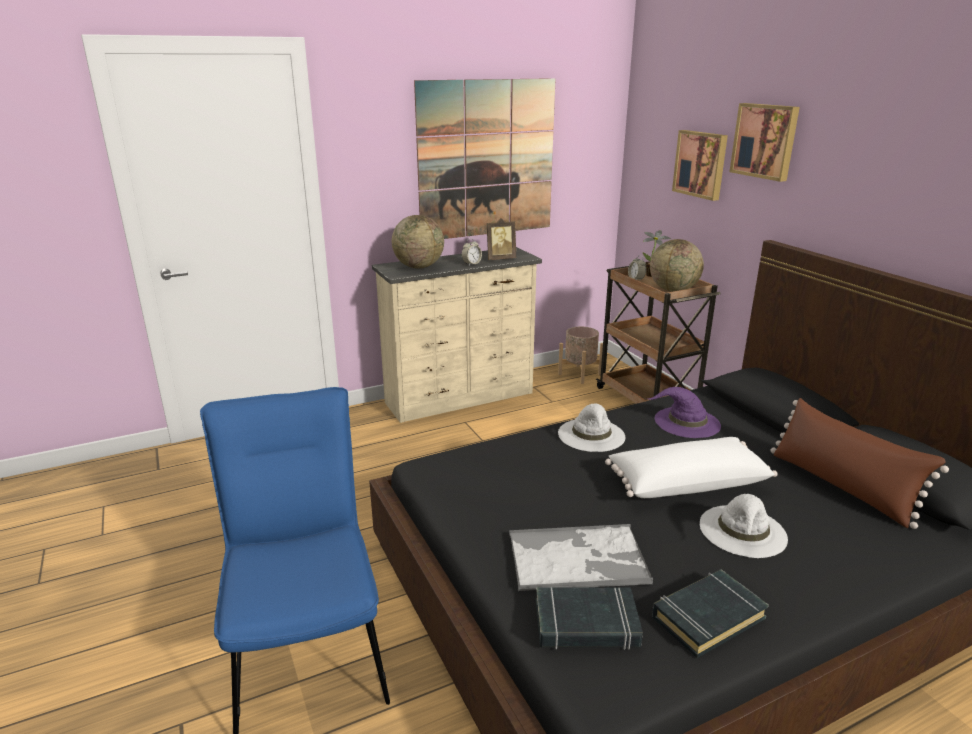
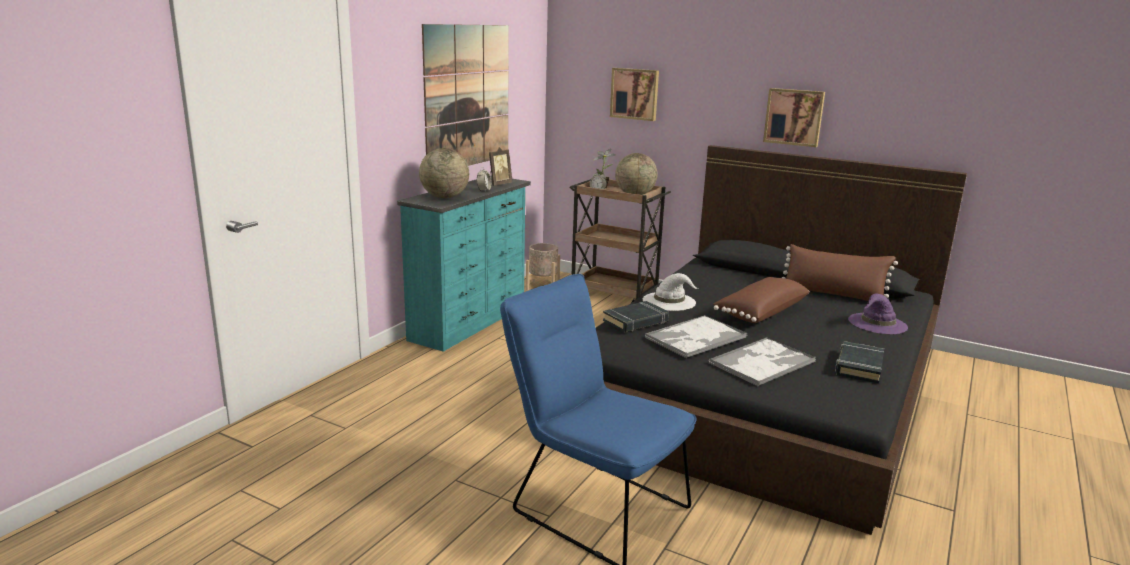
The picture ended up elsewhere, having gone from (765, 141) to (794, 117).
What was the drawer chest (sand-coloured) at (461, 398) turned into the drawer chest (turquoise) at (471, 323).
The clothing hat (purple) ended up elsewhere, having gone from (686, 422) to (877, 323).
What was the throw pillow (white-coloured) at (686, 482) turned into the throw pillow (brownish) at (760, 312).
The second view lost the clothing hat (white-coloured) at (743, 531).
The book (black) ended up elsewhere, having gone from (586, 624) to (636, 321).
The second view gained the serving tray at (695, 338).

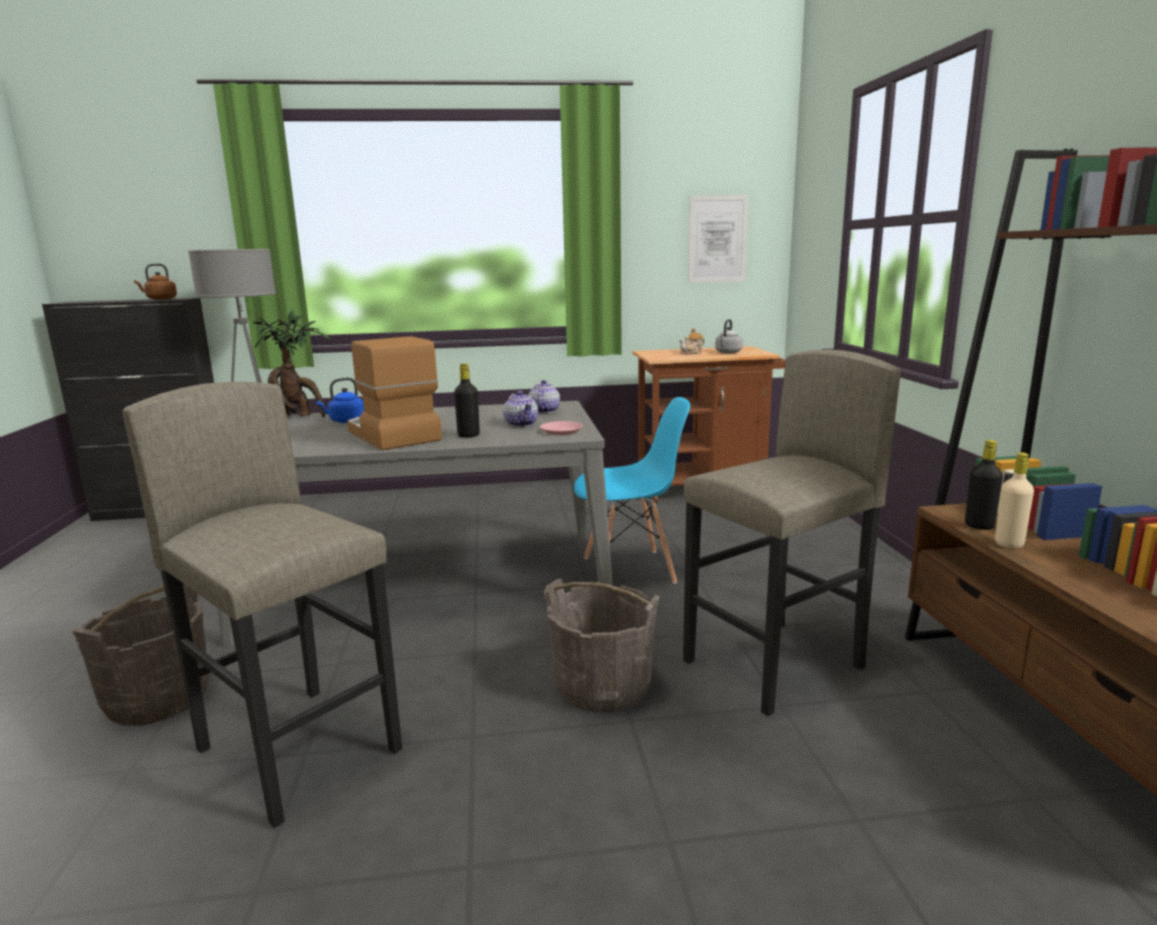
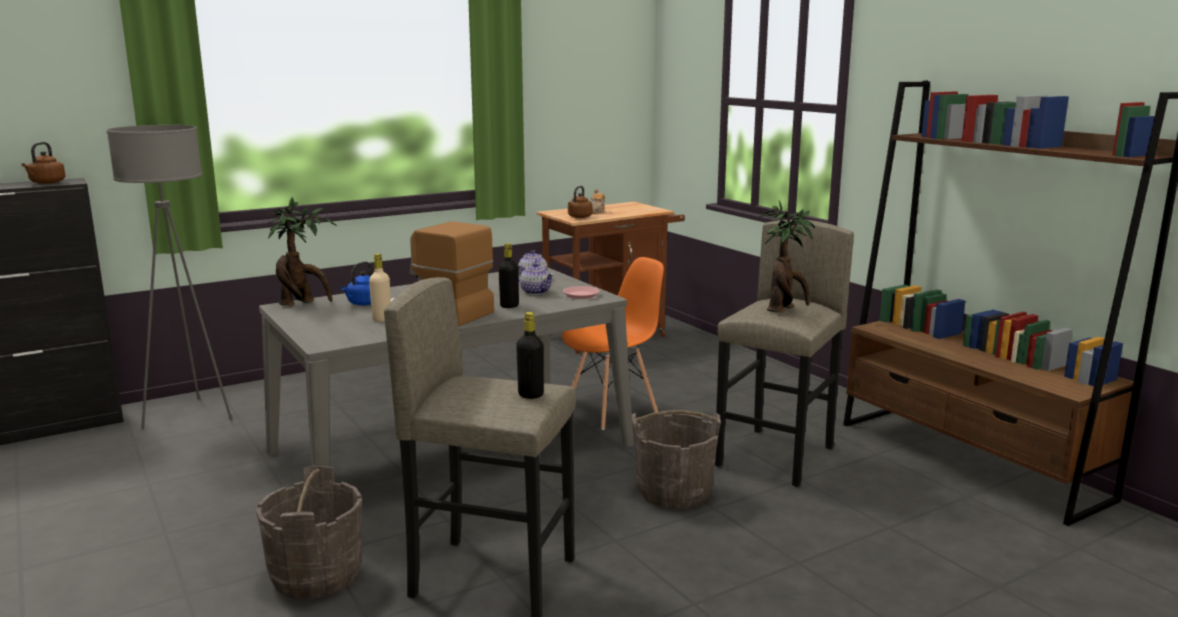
The second view lost the picture at (717, 239).
The second view lost the kettle (gray) at (727, 352).
What was the upright chair (bluish) at (630, 570) turned into the upright chair (orange) at (612, 411).
The beverage bottle (black) ended up elsewhere, having gone from (979, 526) to (531, 395).
The beverage bottle (sand-coloured) ended up elsewhere, having gone from (1009, 544) to (382, 319).
The second view gained the kettle (brownish) at (579, 217).
The second view gained the plant in a pot at (784, 309).

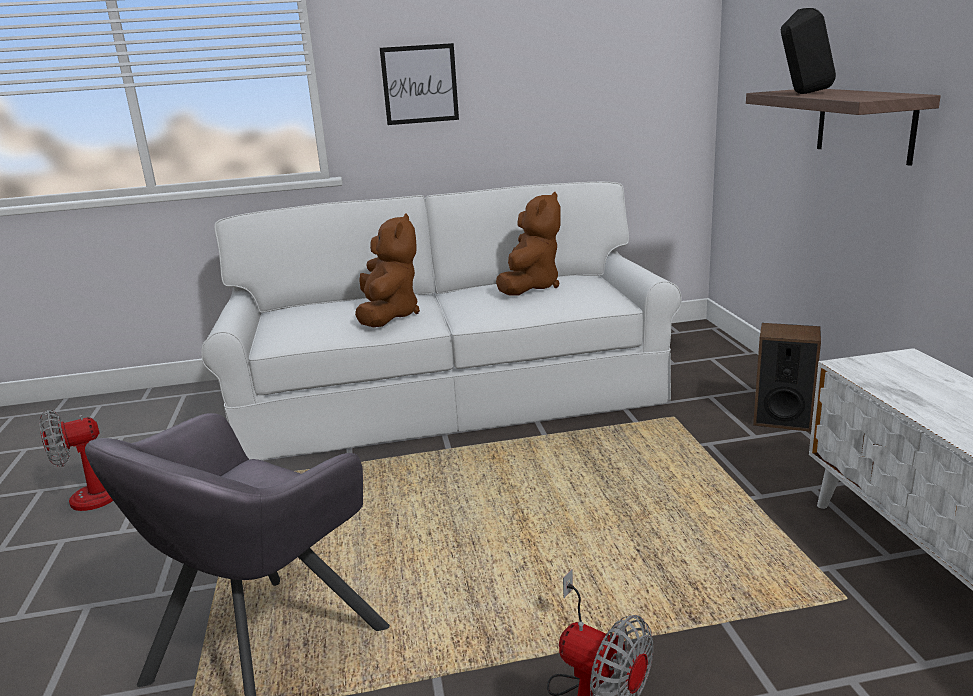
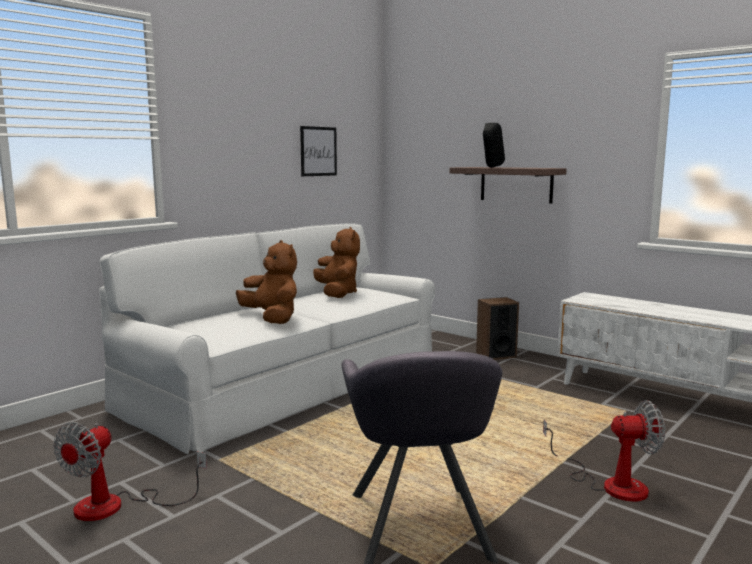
The picture ended up elsewhere, having gone from (420, 84) to (318, 151).

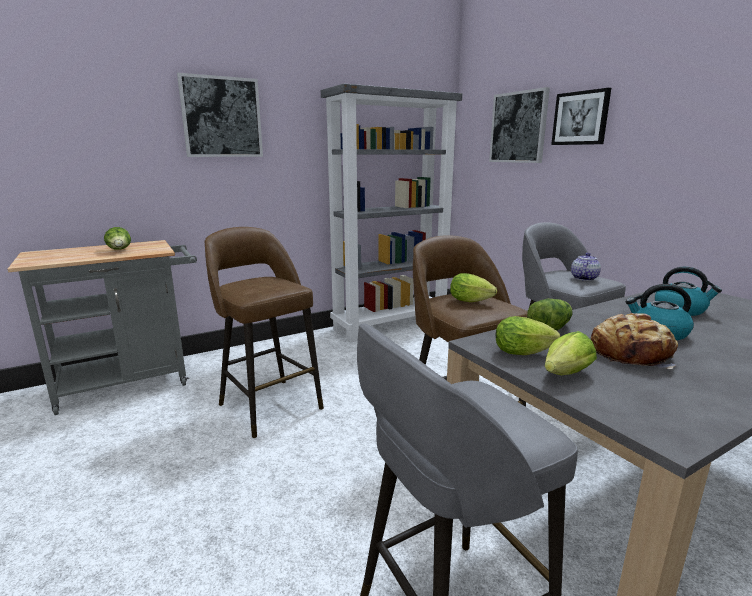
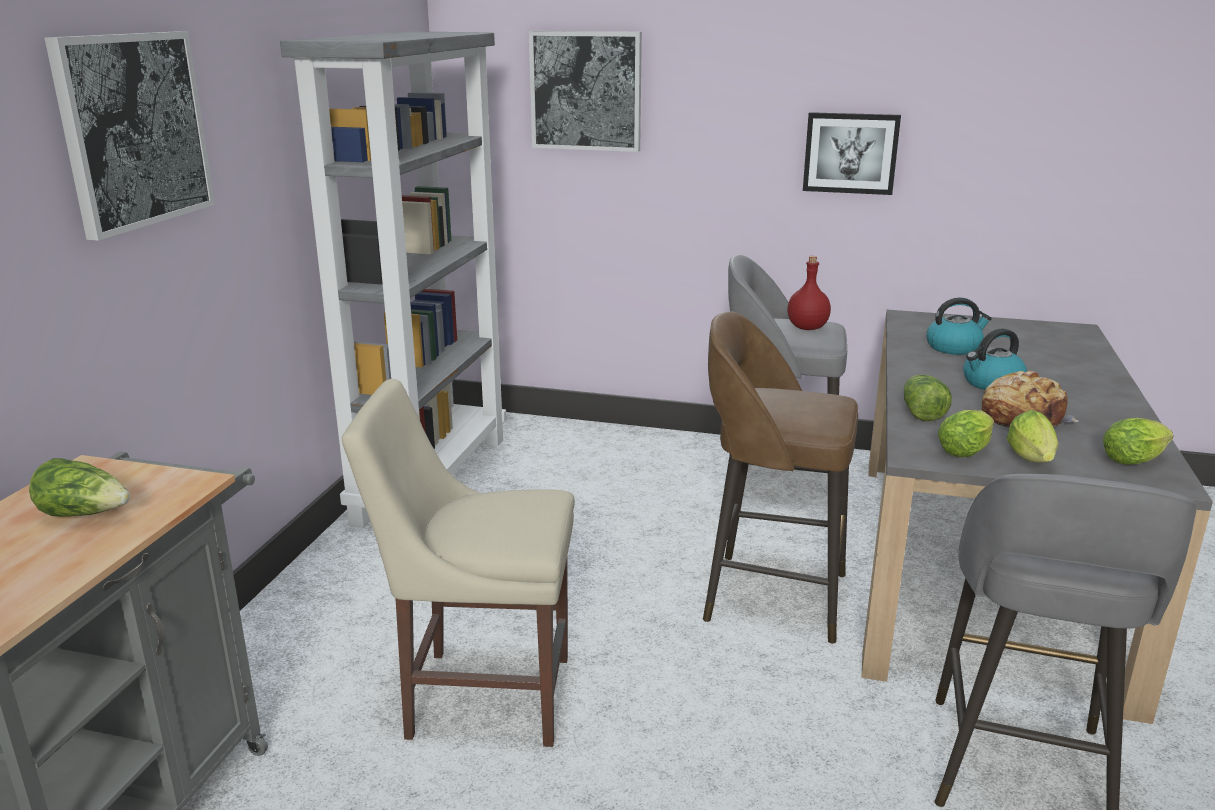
The picture ended up elsewhere, having gone from (580, 118) to (850, 153).
Where the stool (brownish) stood at (269, 405), the upright chair (sand-coloured) came to stand at (480, 695).
Where the tea pot stood at (583, 278), the beverage bottle (reddish) came to stand at (806, 328).
The head of lettuce ended up elsewhere, having gone from (472, 301) to (1135, 460).

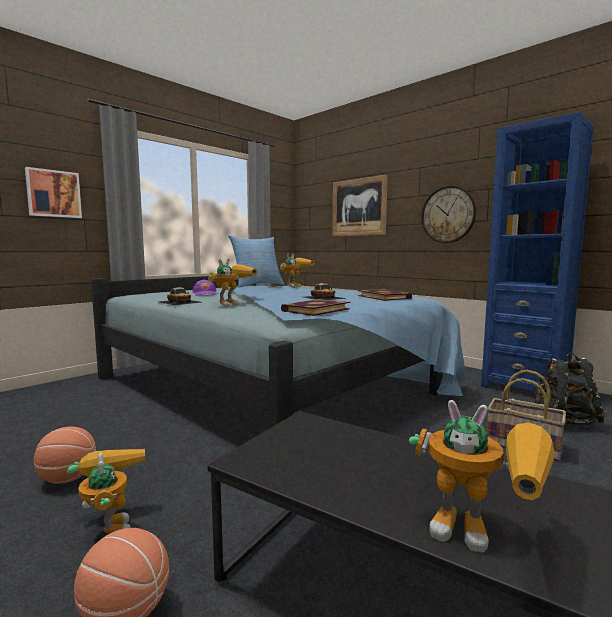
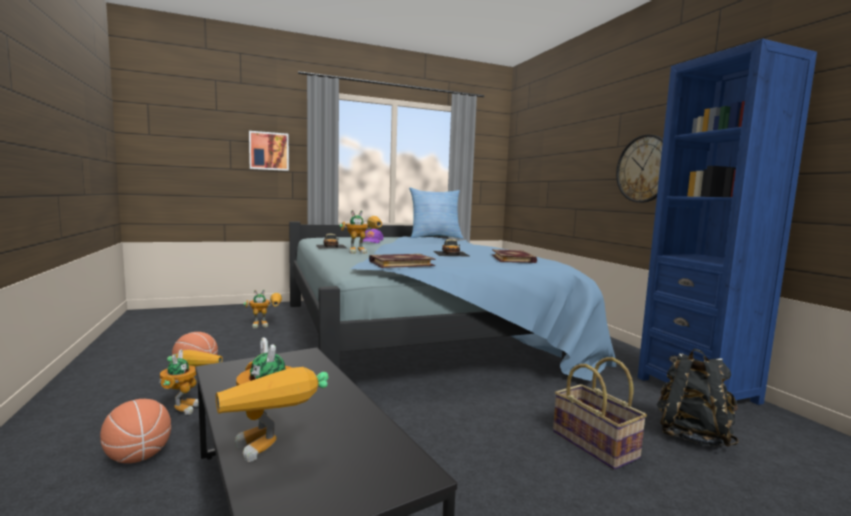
The second view lost the picture at (358, 207).
The toy robot ended up elsewhere, having gone from (295, 286) to (266, 325).

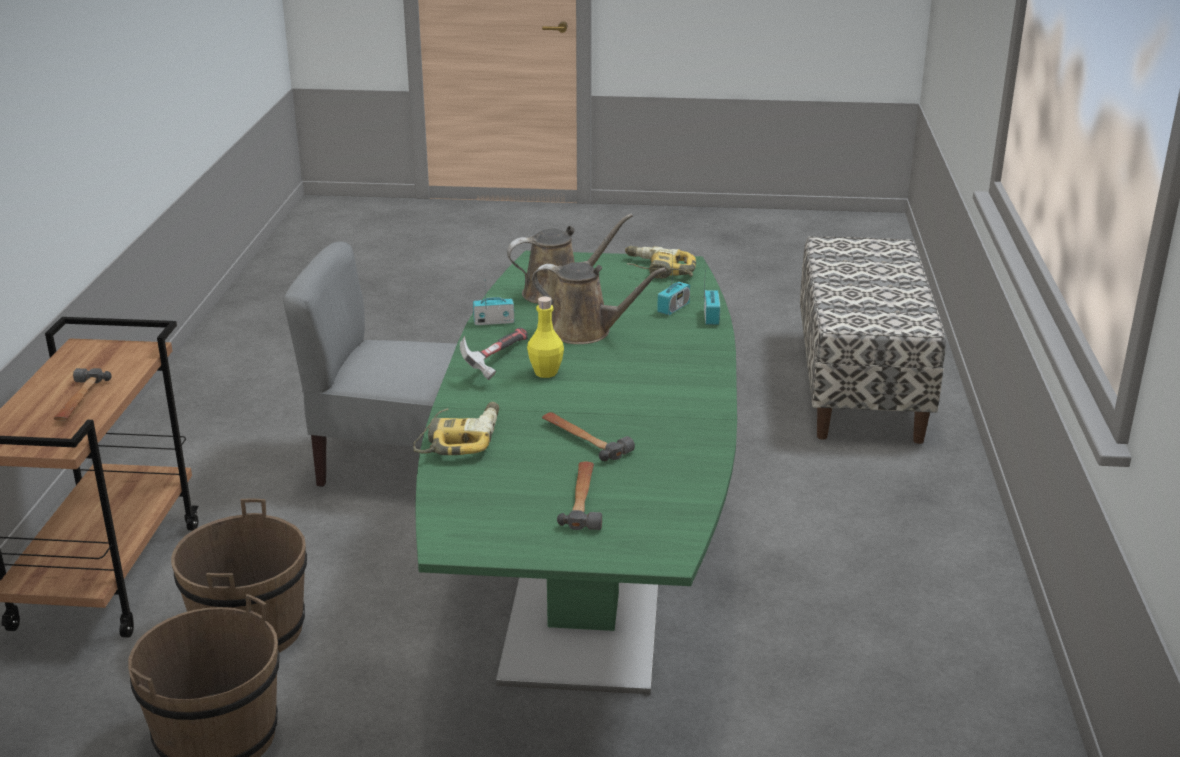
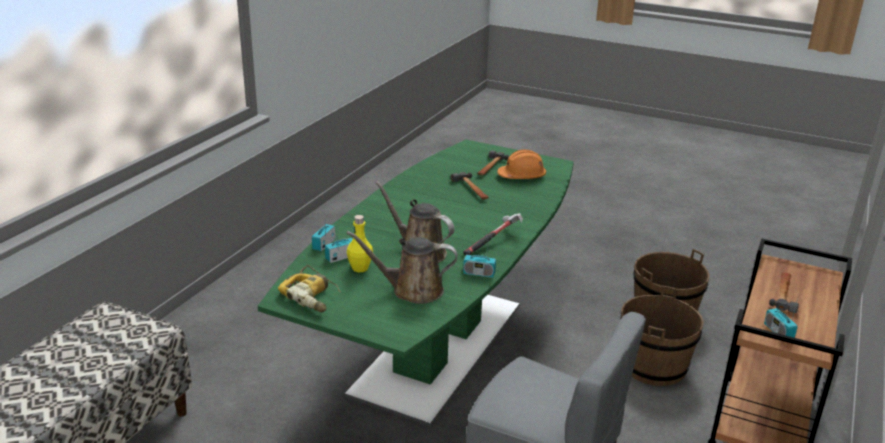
The beverage bottle (yellowish) ended up elsewhere, having gone from (545, 372) to (360, 268).
The second view lost the electric drill at (460, 438).
The second view gained the work helmet (orange) at (522, 176).
The second view gained the radio set at (778, 332).

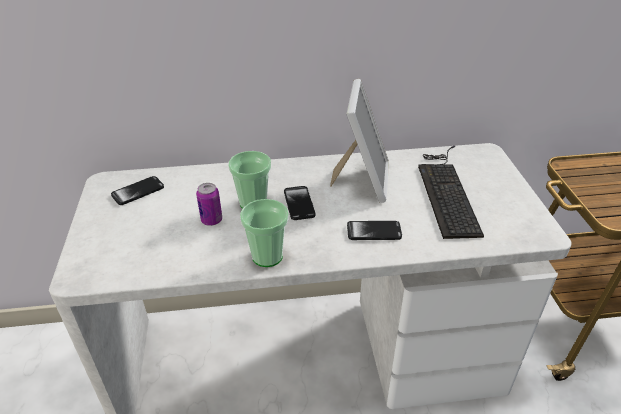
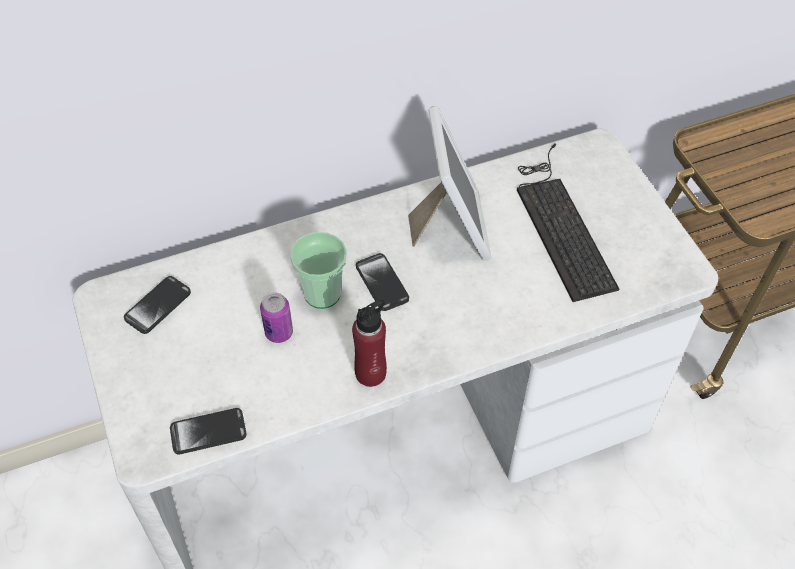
Where the small cup stood at (267, 256), the beverage bottle (reddish) came to stand at (371, 373).
The phone ended up elsewhere, having gone from (374, 231) to (208, 432).

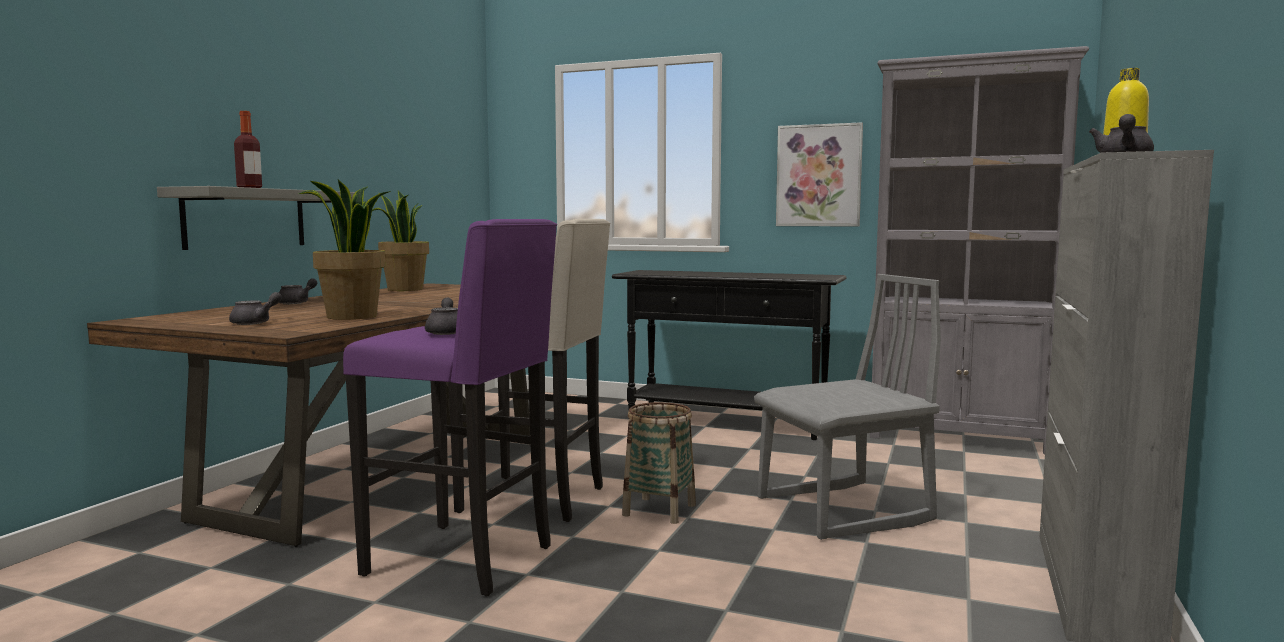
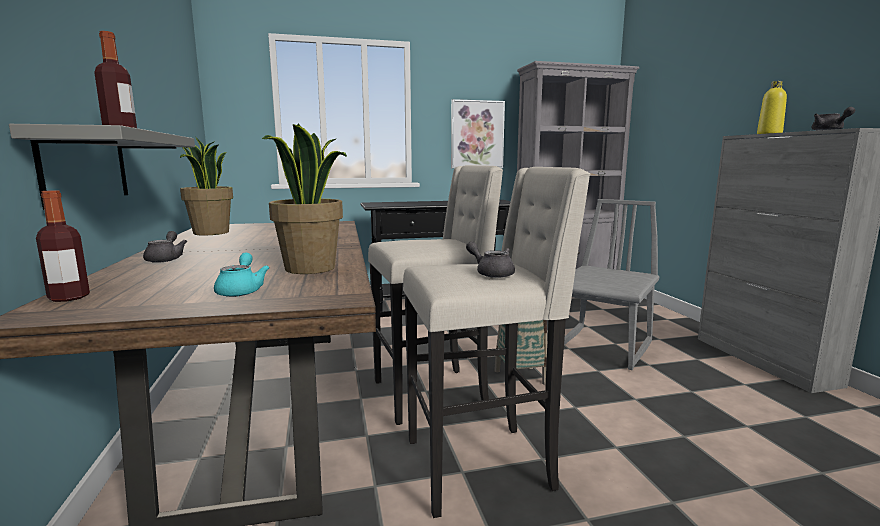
What was the stool (purple) at (464, 560) turned into the stool (sand-coloured) at (482, 465).
What was the tea pot (gray) at (256, 322) turned into the tea pot (turquoise) at (241, 291).
The second view gained the beverage bottle at (69, 297).

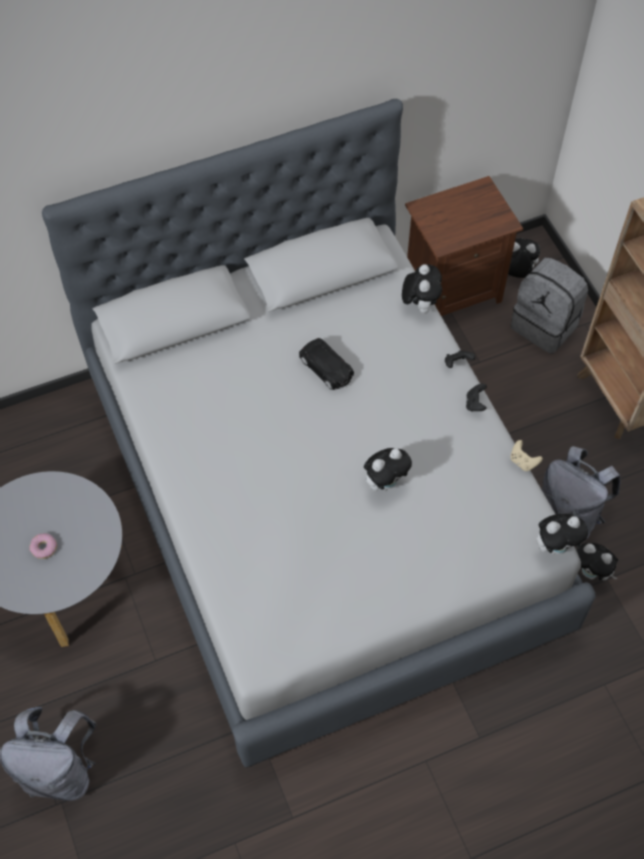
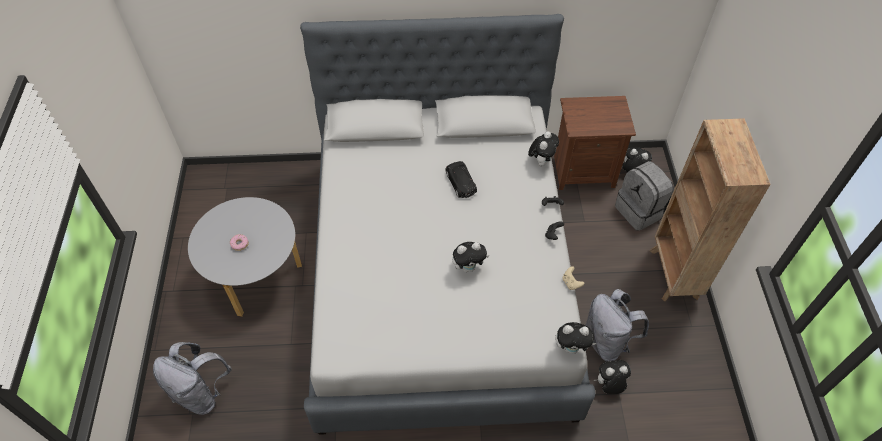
The soft toy at (591, 572) ended up facing another way, 120 degrees clockwise from before.

